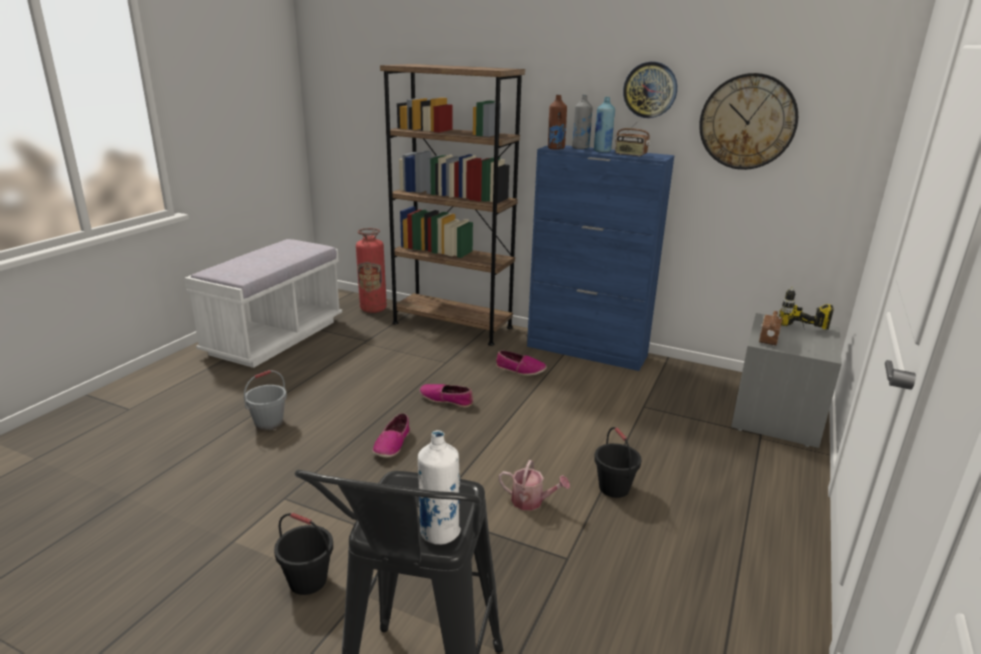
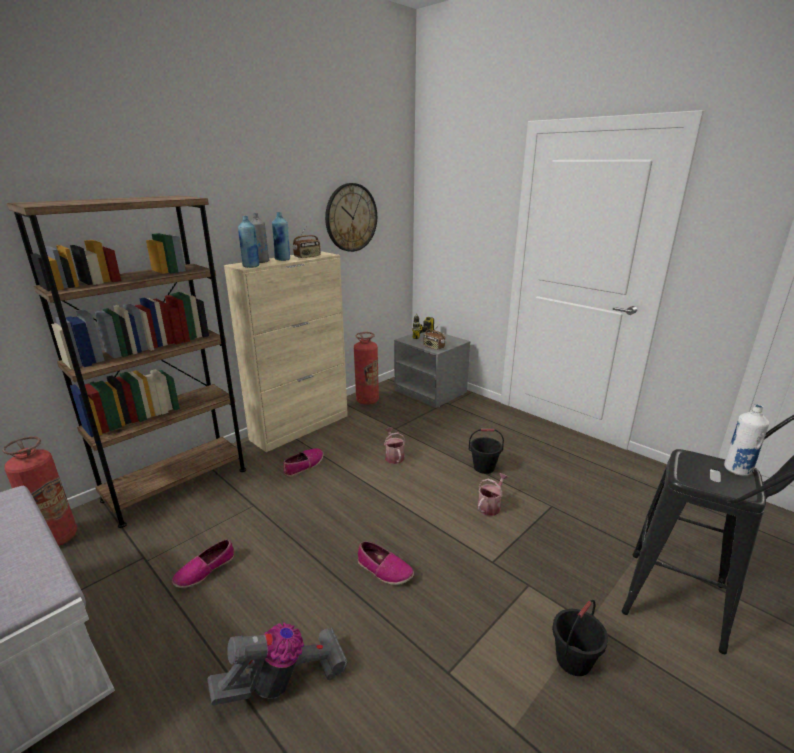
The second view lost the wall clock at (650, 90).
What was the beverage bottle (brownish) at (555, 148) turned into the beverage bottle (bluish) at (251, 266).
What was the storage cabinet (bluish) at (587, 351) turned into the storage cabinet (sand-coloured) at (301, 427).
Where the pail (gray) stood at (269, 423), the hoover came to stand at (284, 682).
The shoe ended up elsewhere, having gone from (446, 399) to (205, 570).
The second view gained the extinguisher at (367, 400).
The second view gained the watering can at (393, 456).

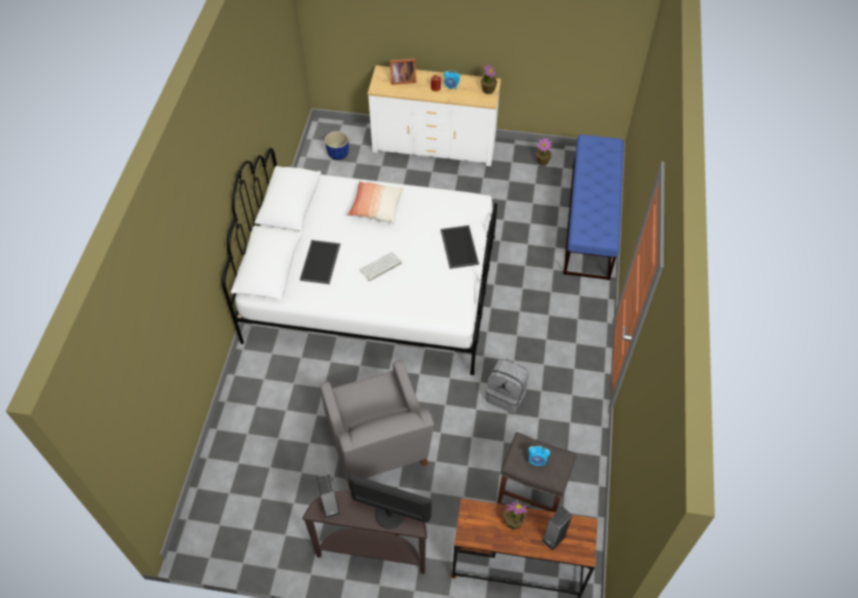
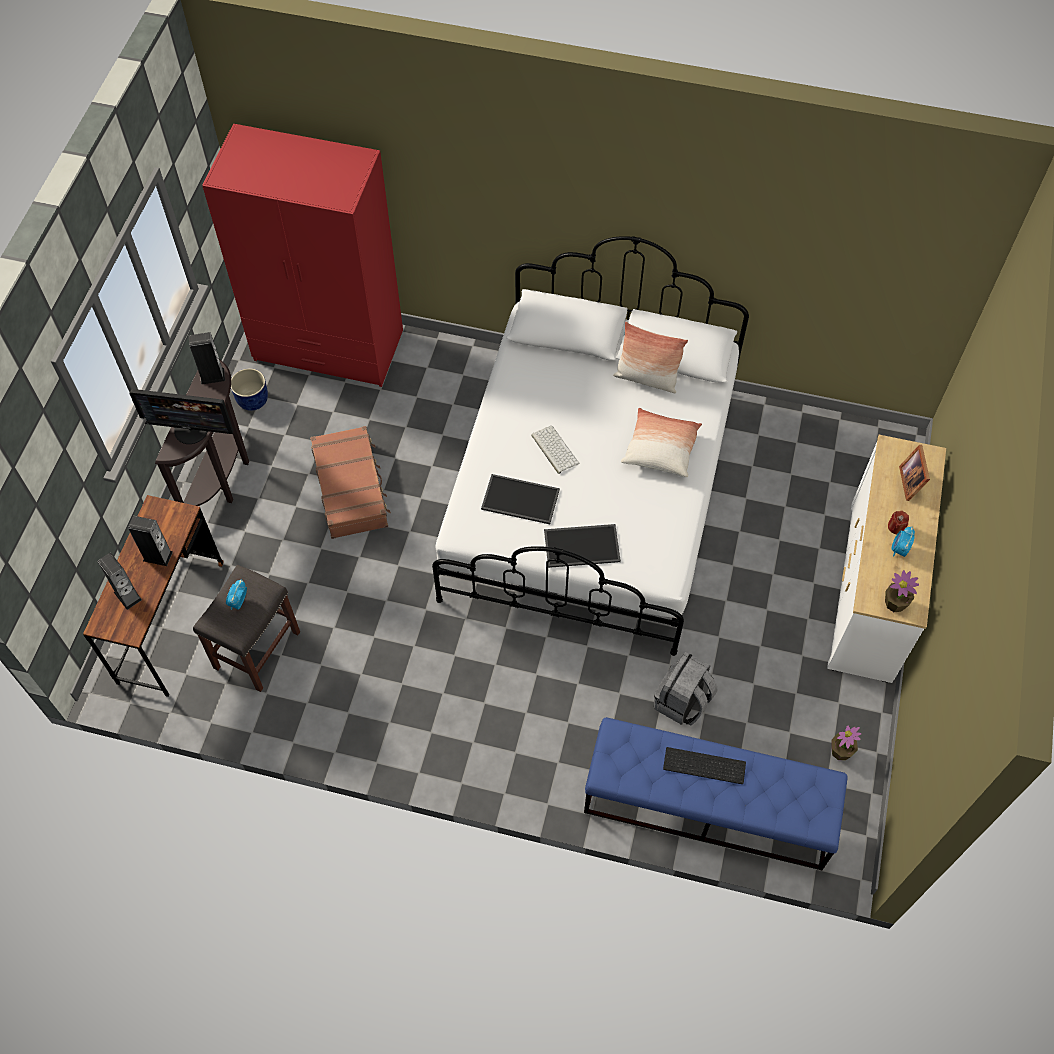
The plant pot (bluish) ended up elsewhere, having gone from (338, 154) to (252, 400).
The serving tray ended up elsewhere, having gone from (321, 262) to (519, 500).
The knapsack (gray) ended up elsewhere, having gone from (506, 395) to (682, 702).
Where the lounge chair (gray) stood at (378, 447), the suitcase (brownish) came to stand at (351, 488).
The computer display at (390, 513) ended up facing another way, 75 degrees clockwise from before.
Where the plant in a pot stood at (513, 521), the audio speaker came to stand at (157, 556).
The second view gained the wardrobe (reddish) at (329, 346).
The second view gained the throw pillow at (646, 378).
The second view gained the PC keyboard at (703, 767).

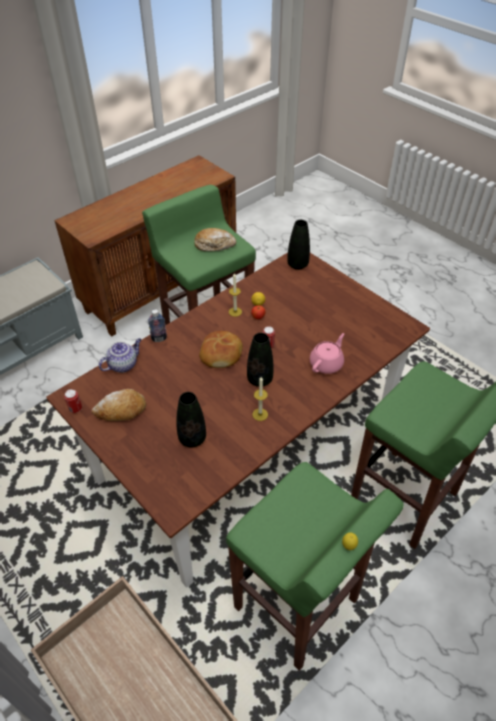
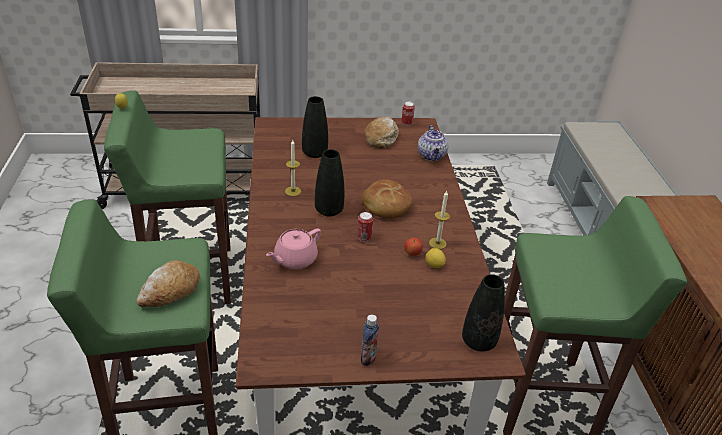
The bread ended up elsewhere, having gone from (214, 245) to (170, 291).
The beverage bottle ended up elsewhere, having gone from (159, 338) to (368, 357).
The tea pot (pink-coloured) at (326, 364) ended up facing another way, 60 degrees clockwise from before.

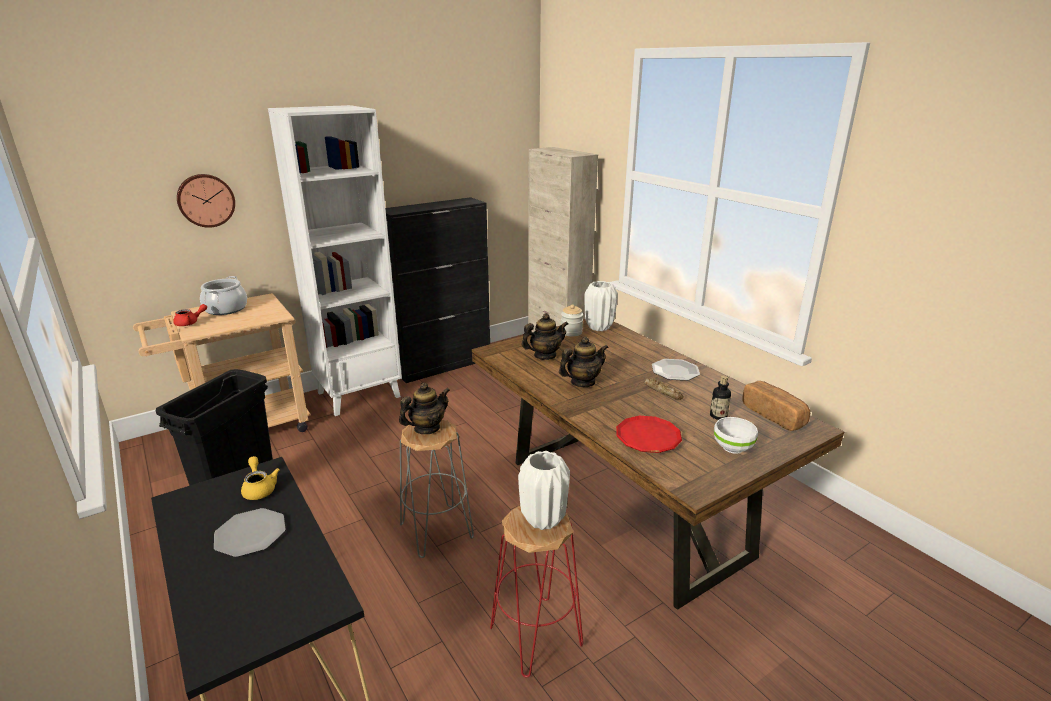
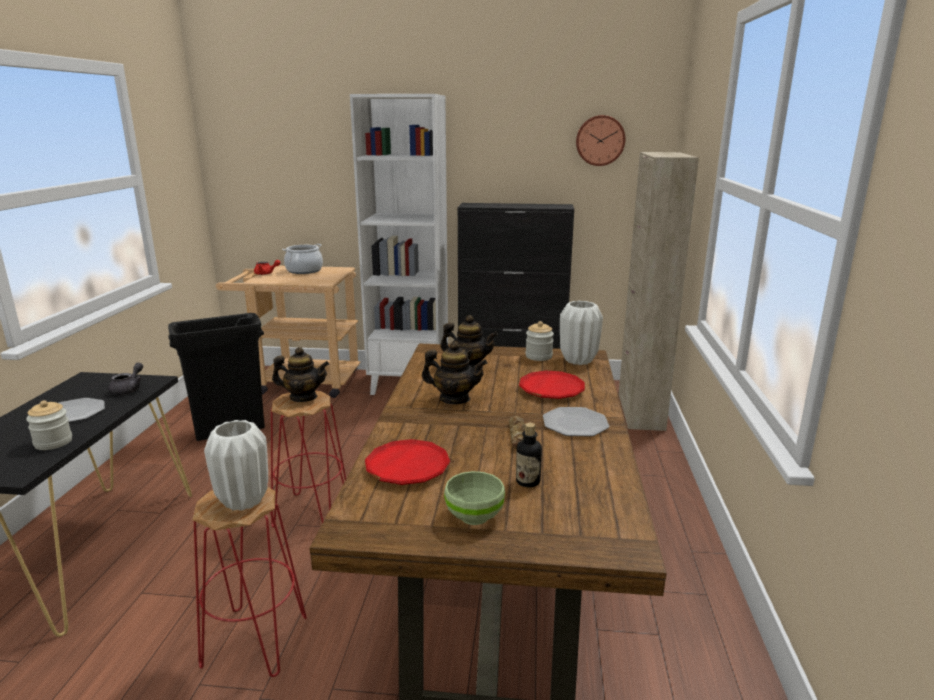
The wall clock ended up elsewhere, having gone from (206, 200) to (600, 140).
The second view lost the bread at (774, 415).
What was the bowl (white-coloured) at (733, 447) turned into the bowl (green-coloured) at (475, 517).
What was the stool (gray) at (436, 530) turned into the stool (reddish) at (312, 512).
What was the tea pot (yellowish) at (259, 488) turned into the tea pot (gray) at (129, 389).
The second view gained the dinner plate (reddish) at (551, 389).
The second view gained the storage jar at (53, 442).

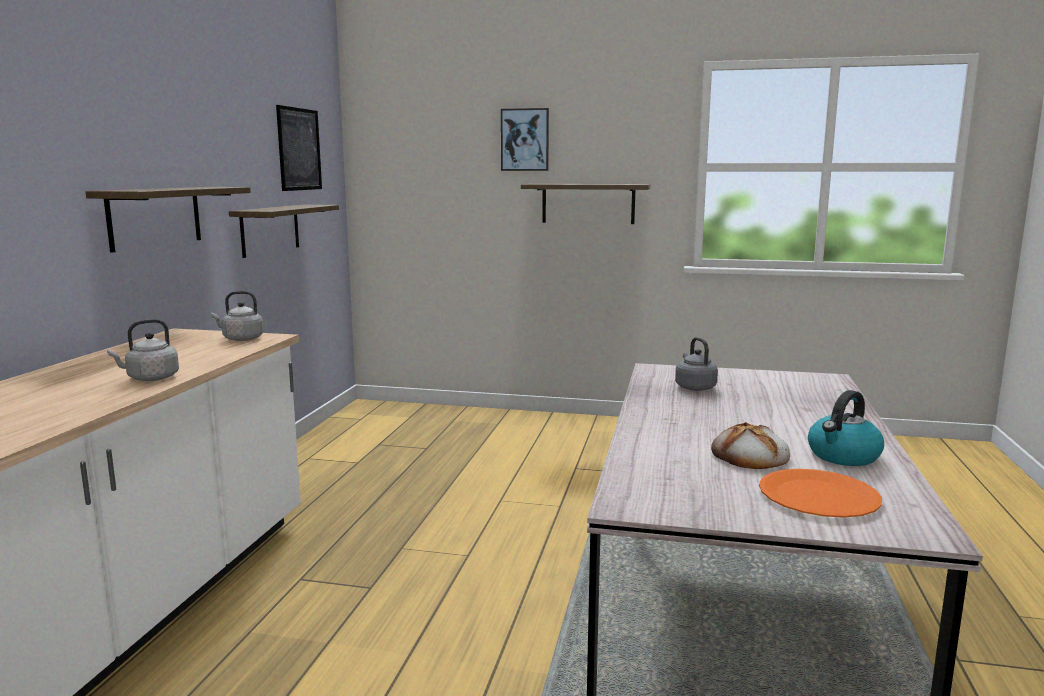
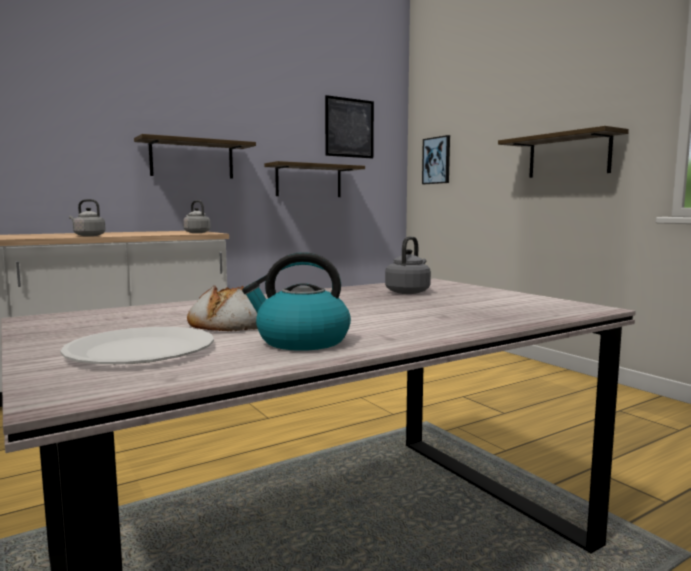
The picture ended up elsewhere, having gone from (525, 139) to (436, 160).
What was the dinner plate (orange) at (818, 496) turned into the dinner plate (white-coloured) at (141, 350).

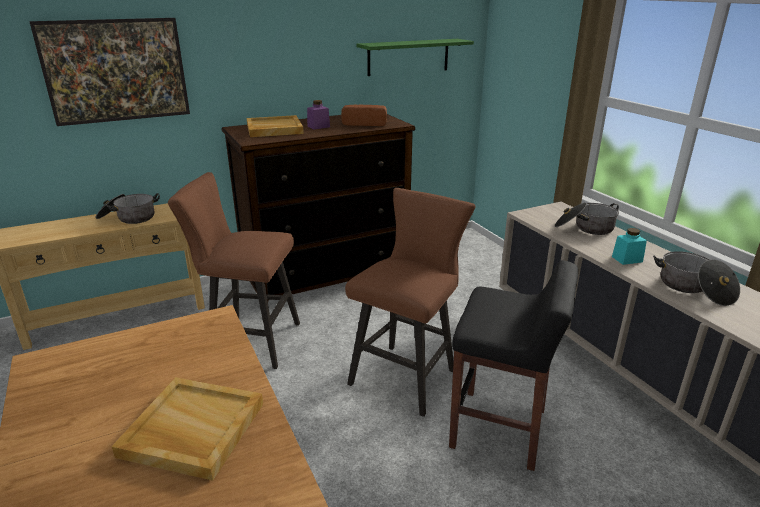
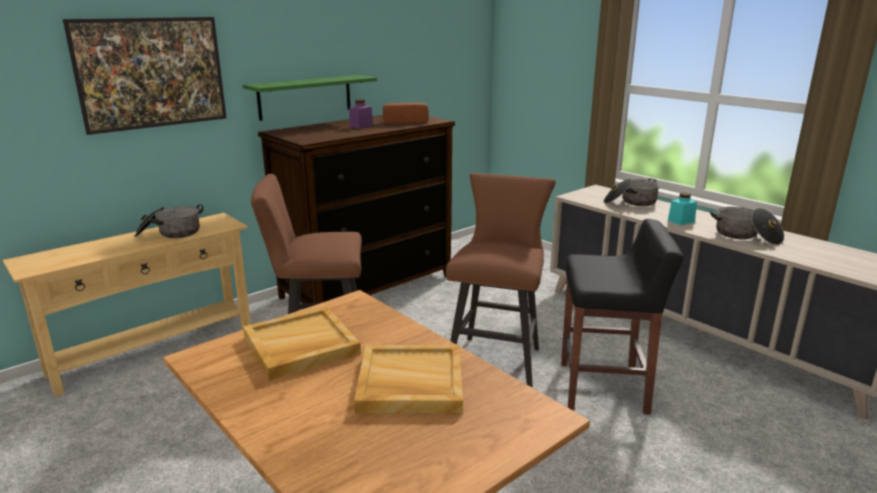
The shelf (green-coloured) ended up elsewhere, having gone from (408, 57) to (305, 97).
The serving tray (sand-coloured) ended up elsewhere, having gone from (274, 129) to (300, 346).

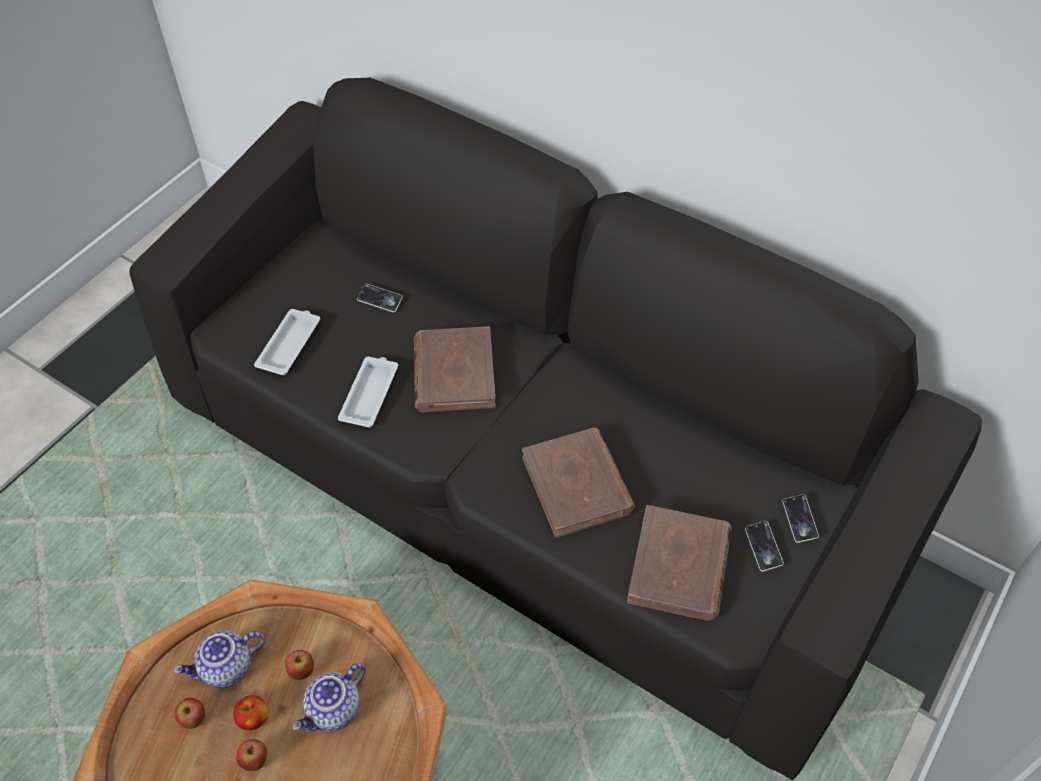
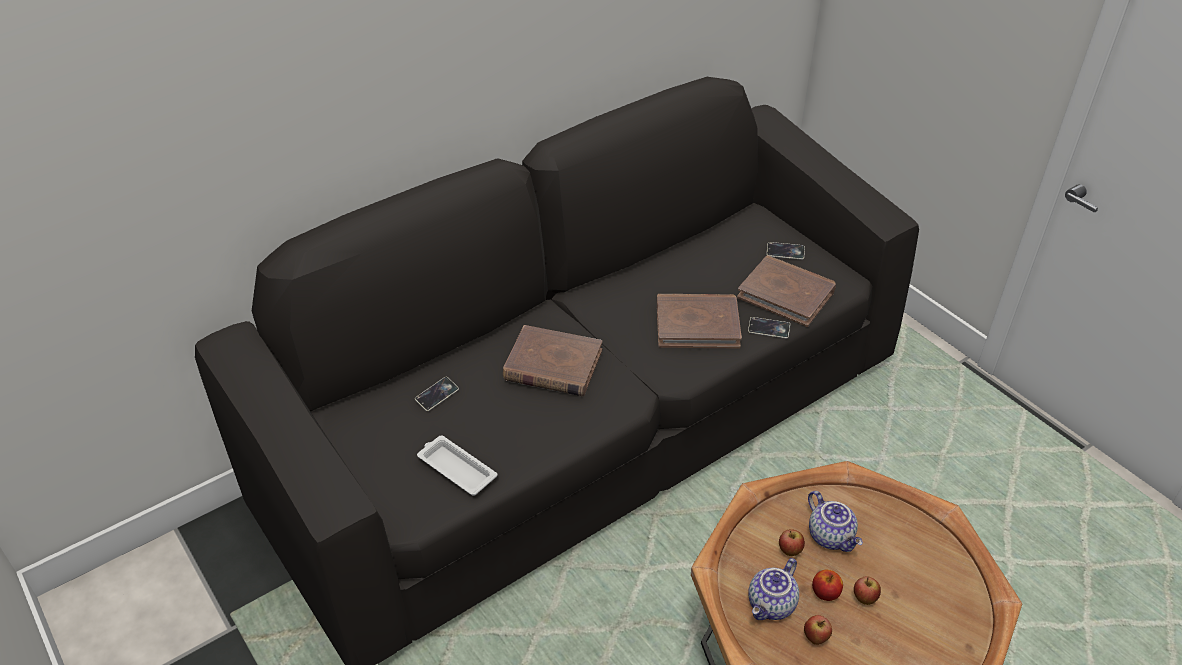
The second view lost the serving tray (white-coloured) at (370, 394).
The phone ended up elsewhere, having gone from (799, 520) to (768, 330).
The tea pot at (226, 669) ended up facing another way, 45 degrees clockwise from before.

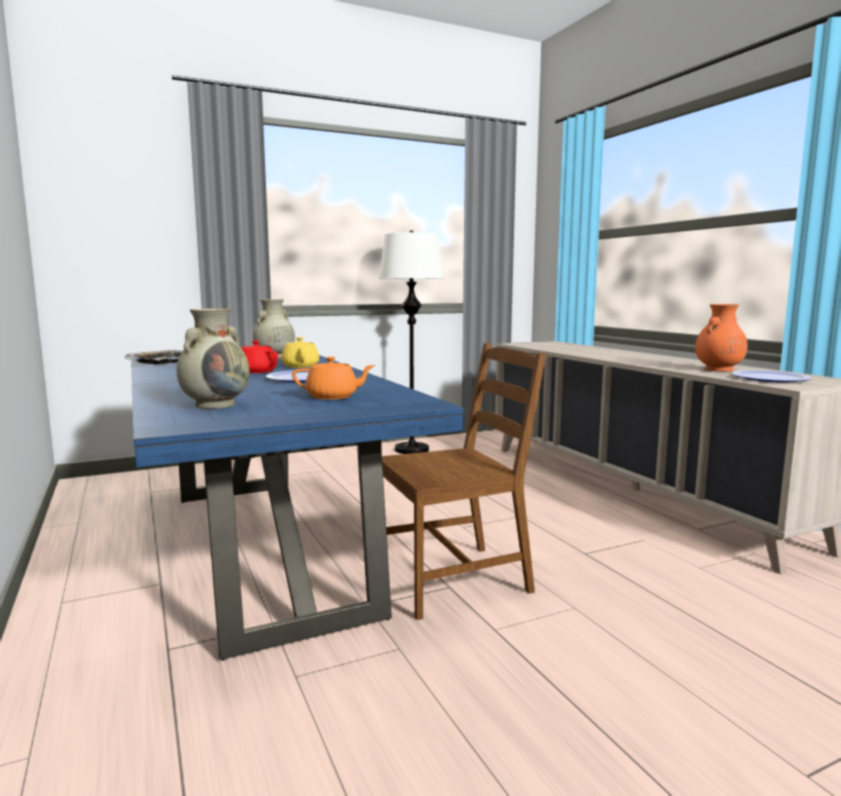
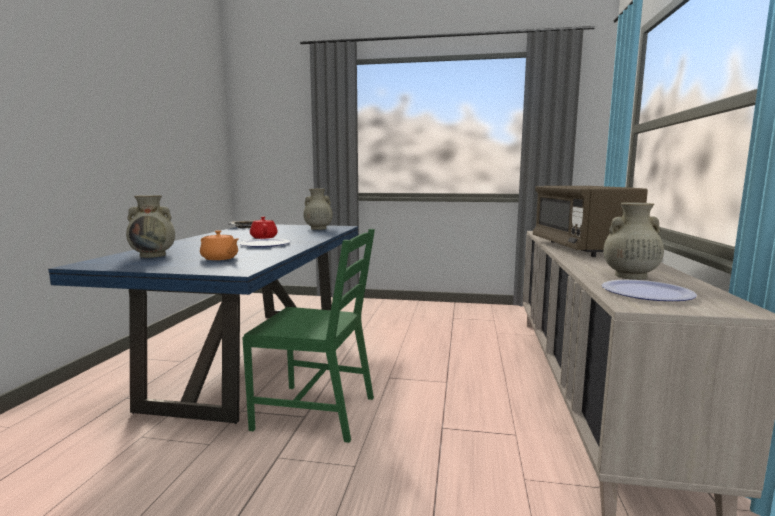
The second view lost the standard lamp (white-coloured) at (412, 450).
What was the decorative vase (orange) at (718, 370) turned into the decorative vase (sand-coloured) at (629, 276).
The second view lost the tea pot (yellowish) at (300, 366).
What was the upright chair (brownish) at (453, 578) turned into the upright chair (green-coloured) at (317, 412).
The second view gained the microwave oven (brownish) at (581, 248).

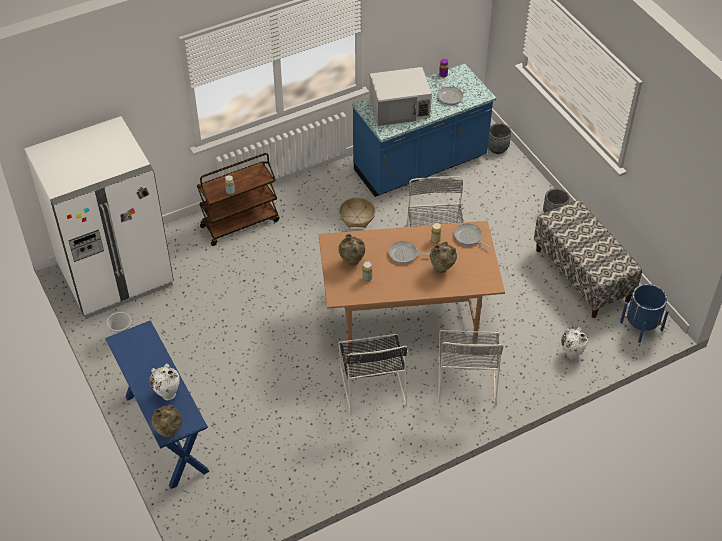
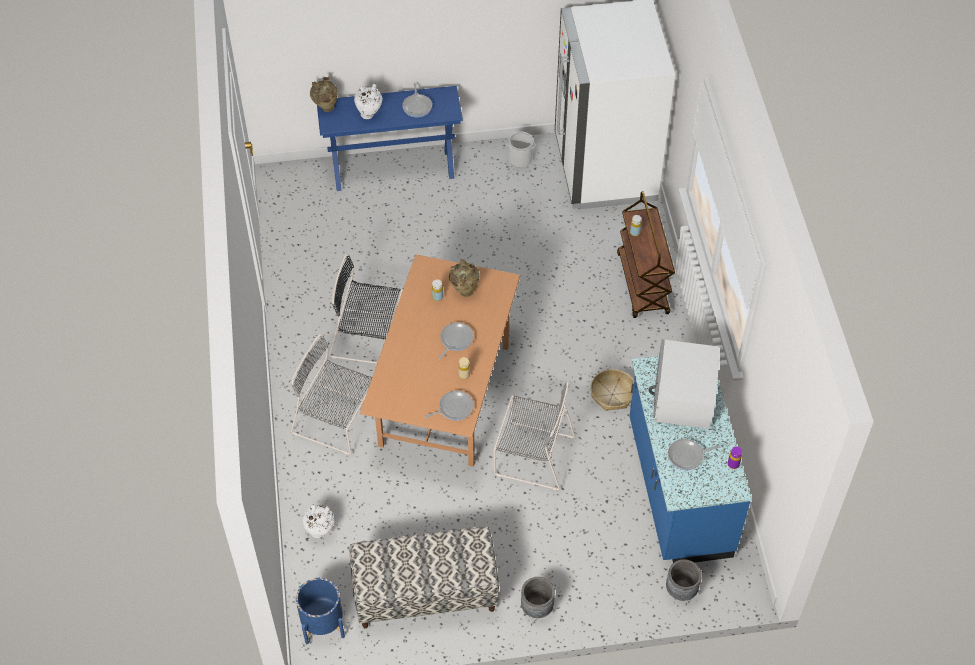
The second view lost the decorative vase (sand-coloured) at (442, 269).
The second view gained the pan at (417, 106).

